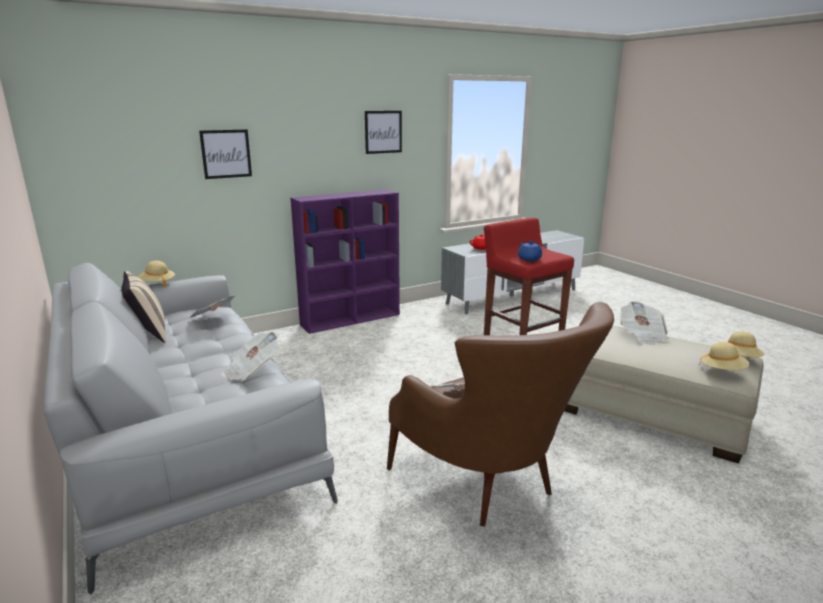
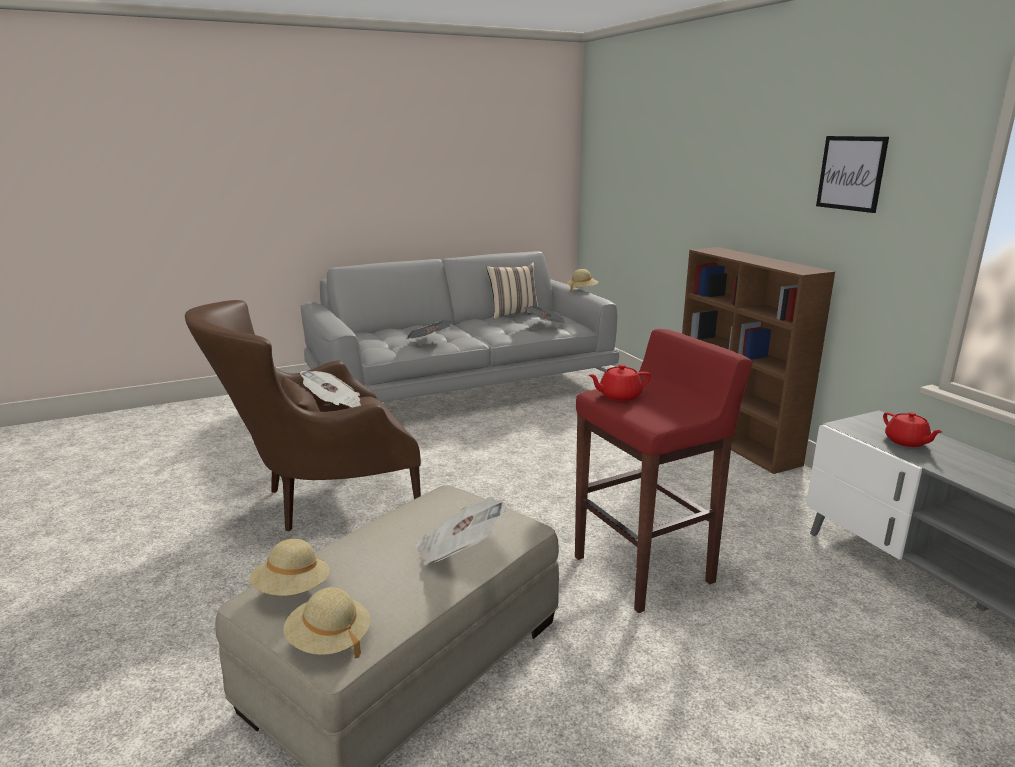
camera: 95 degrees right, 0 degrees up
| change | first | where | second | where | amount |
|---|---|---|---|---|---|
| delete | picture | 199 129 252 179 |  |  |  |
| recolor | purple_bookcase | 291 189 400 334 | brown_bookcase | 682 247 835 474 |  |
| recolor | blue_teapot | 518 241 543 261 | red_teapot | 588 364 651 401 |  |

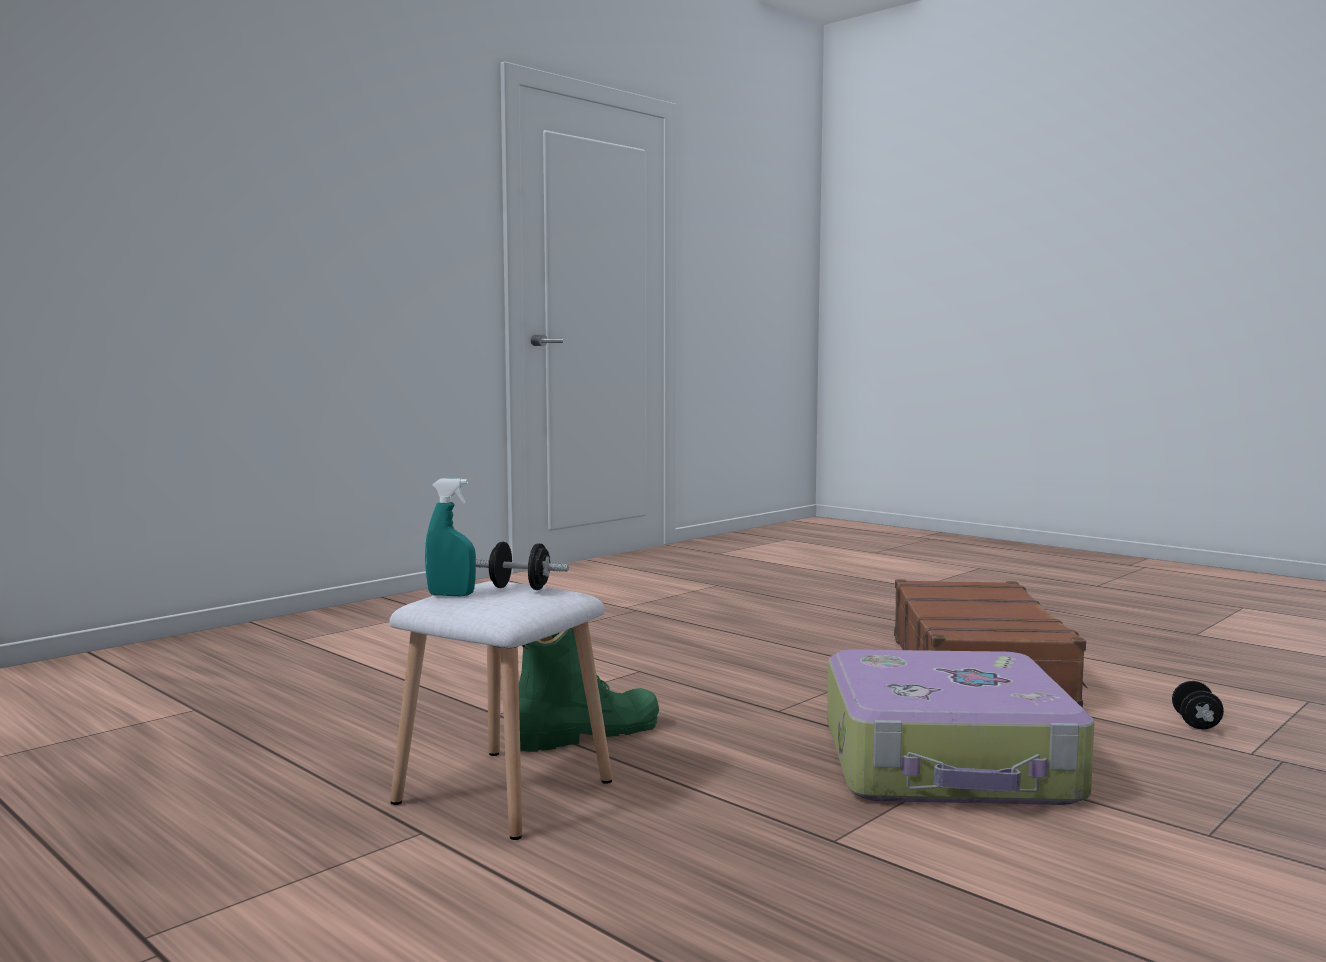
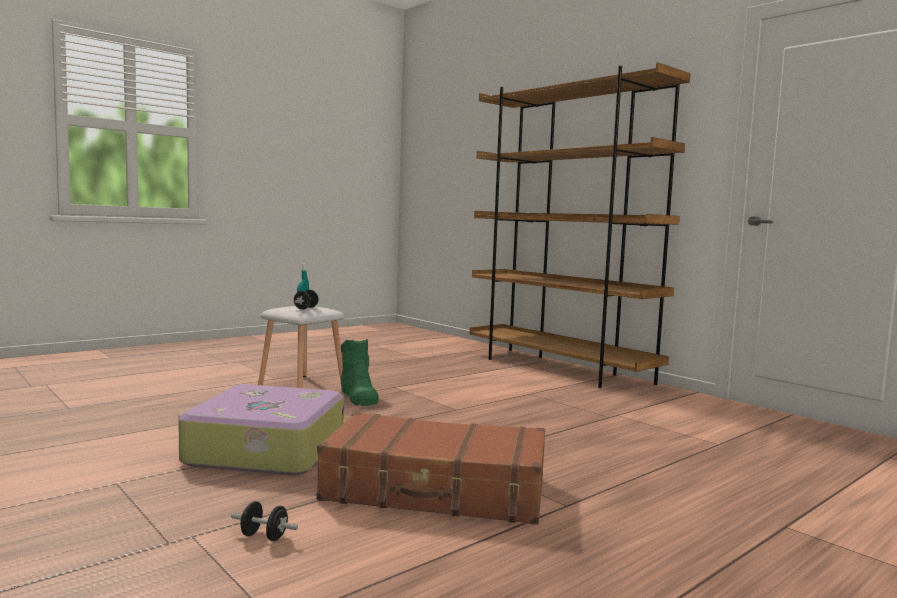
camera: 95 degrees right, 0 degrees up
| change | first | where | second | where | amount |
|---|---|---|---|---|---|
| insert |  |  | brown_bookcase | 470 62 691 388 |  |

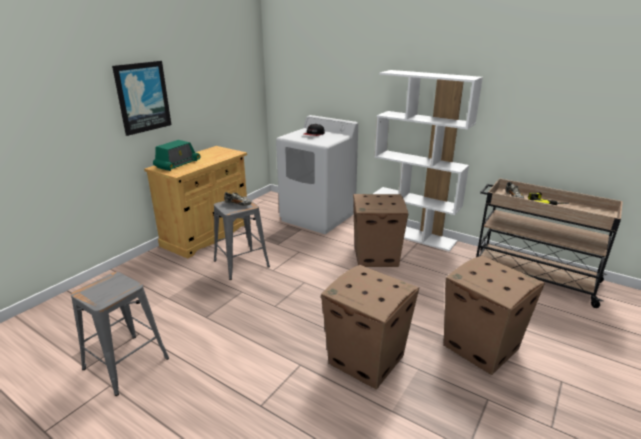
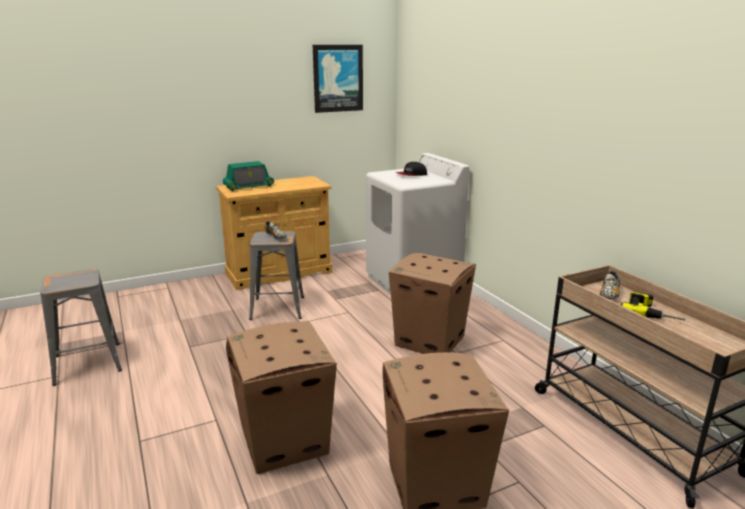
camera: 30 degrees right, 5 degrees down
| change | first | where | second | where | amount |
|---|---|---|---|---|---|
| move | picture | 112 61 171 136 |  | 313 45 363 113 |  |
| delete | white_bookcase | 373 70 483 252 |  |  |  |

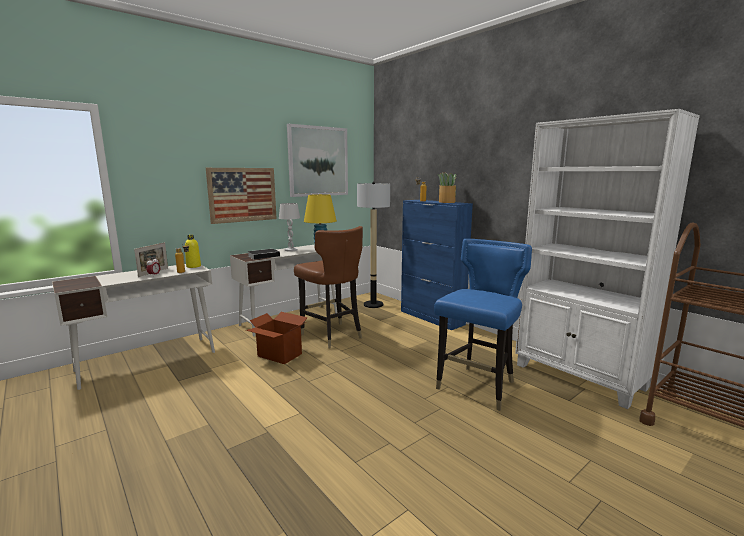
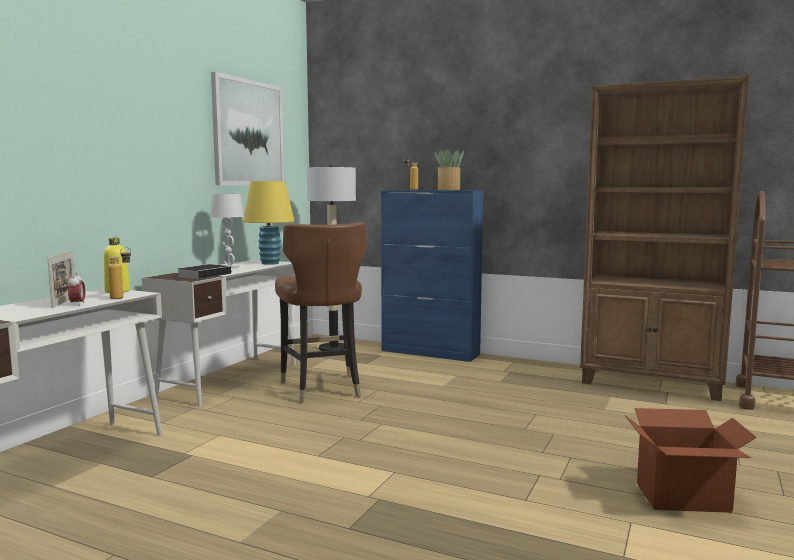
camera: 25 degrees left, 5 degrees down
| change | first | where | second | where | amount |
|---|---|---|---|---|---|
| delete | picture | 206 168 277 224 |  |  |  |
| move | cardboard_box | 246 312 308 364 |  | 625 408 757 513 |  |
| rotate | brown_chair | 294 226 363 348 |  | 275 222 367 403 | 45 degrees clockwise |
| delete | blue_chair | 434 239 532 411 |  |  |  |
| recolor | white_bookcase | 515 109 700 409 | brown_bookcase | 580 76 749 401 |  |

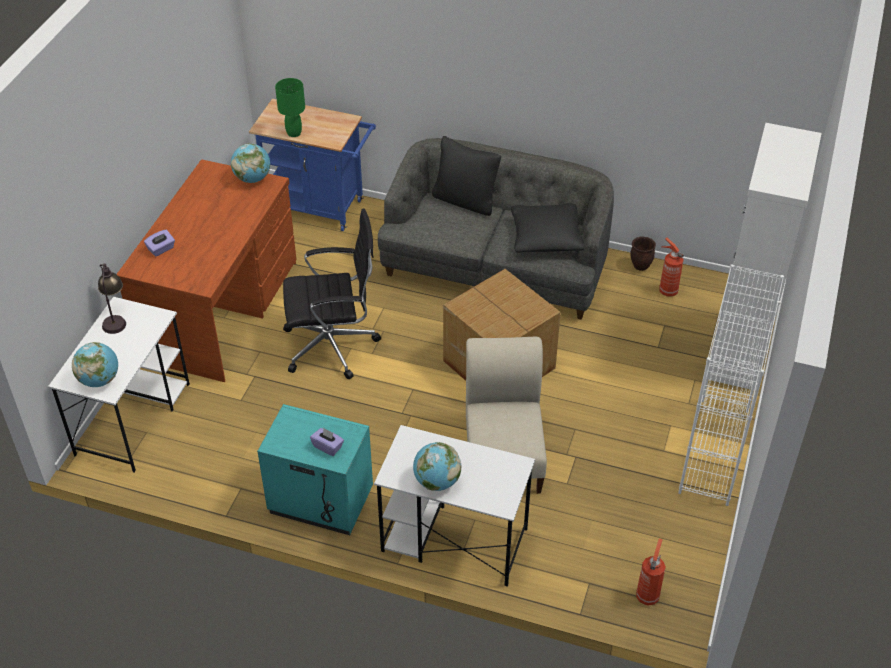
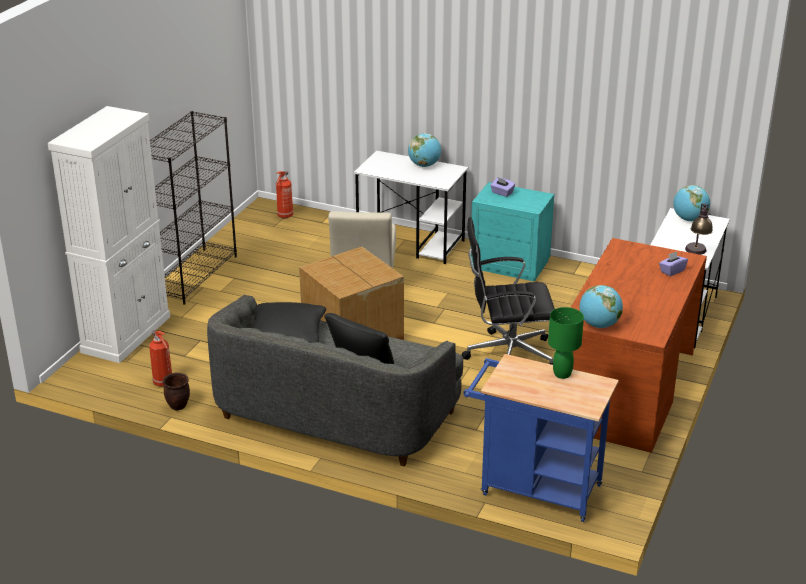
camera: 175 degrees left, 15 degrees down
| change | first | where | second | where | amount |
|---|---|---|---|---|---|
| recolor | white_bookcase | 678 264 784 506 | black_bookcase | 150 111 237 305 |  |

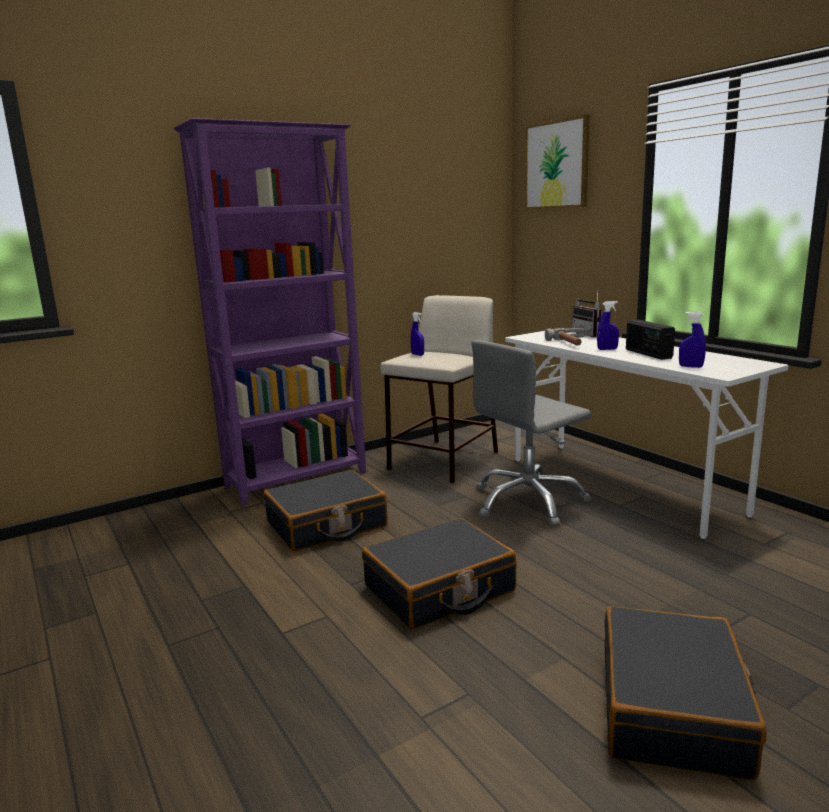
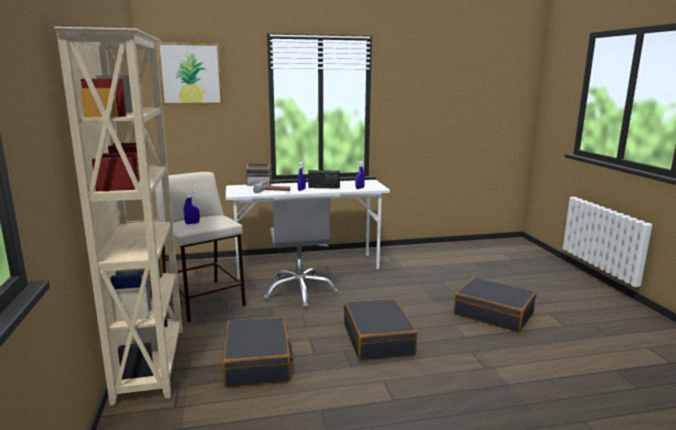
camera: 70 degrees left, 0 degrees up
| change | first | where | second | where | amount |
|---|---|---|---|---|---|
| recolor | purple_bookcase | 173 118 366 505 | beige_bookcase | 54 27 182 406 |  |

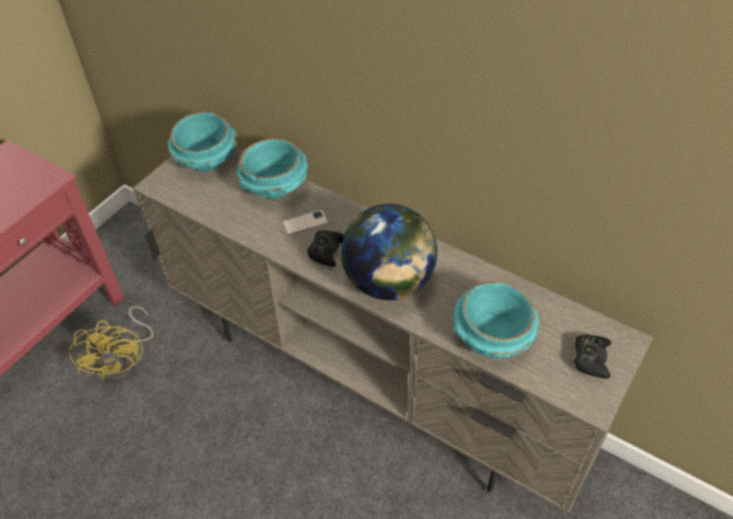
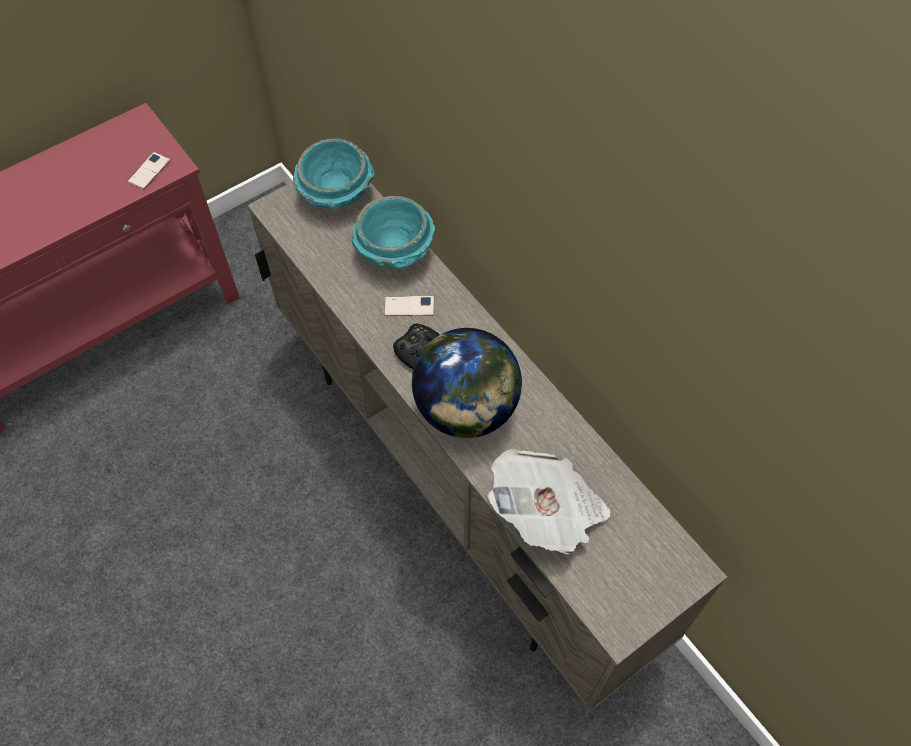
camera: 20 degrees right, 10 degrees up
| change | first | where | second | where | amount |
|---|---|---|---|---|---|
| delete | yellow_fan | 69 306 154 382 |  |  |  |
| replace | turquoise_bowl | 453 281 540 359 | newspaper | 488 449 610 555 |  |
| delete | black_game_controller | 574 335 611 379 |  |  |  |
| insert |  |  | phone | 127 152 170 189 |  |

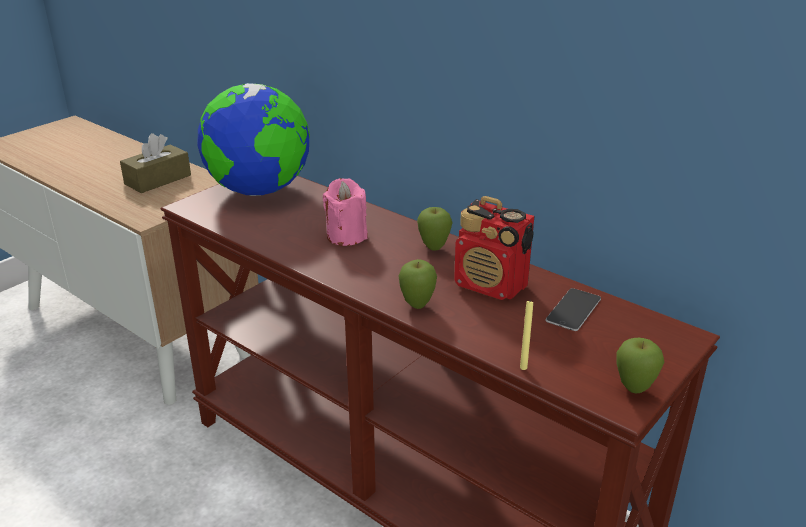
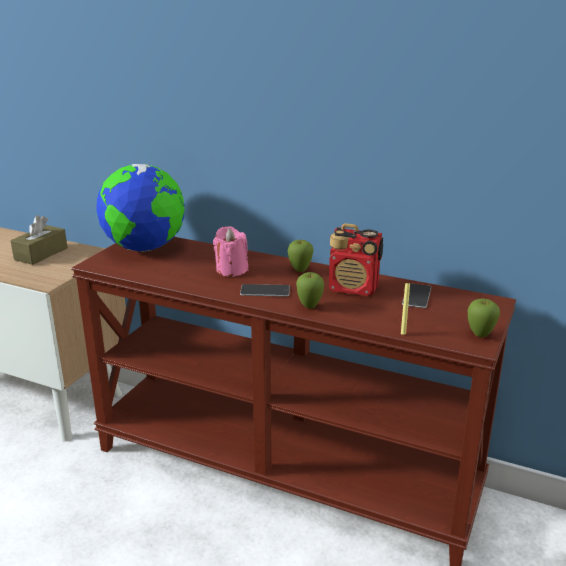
camera: 15 degrees left, 5 degrees down
| change | first | where | second | where | amount |
|---|---|---|---|---|---|
| insert |  |  | phone | 240 284 290 296 |  |

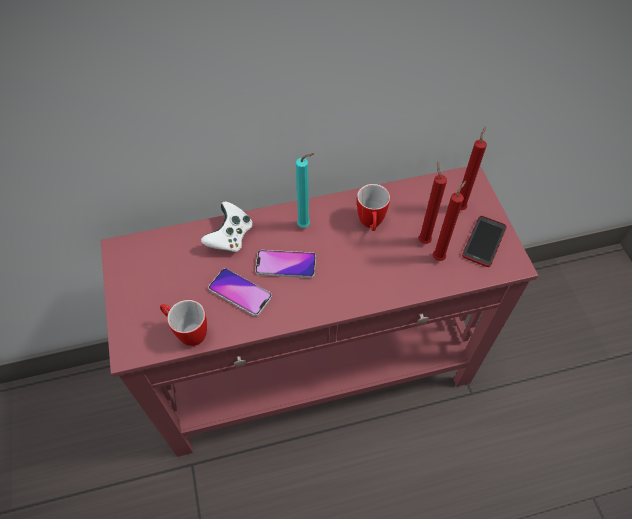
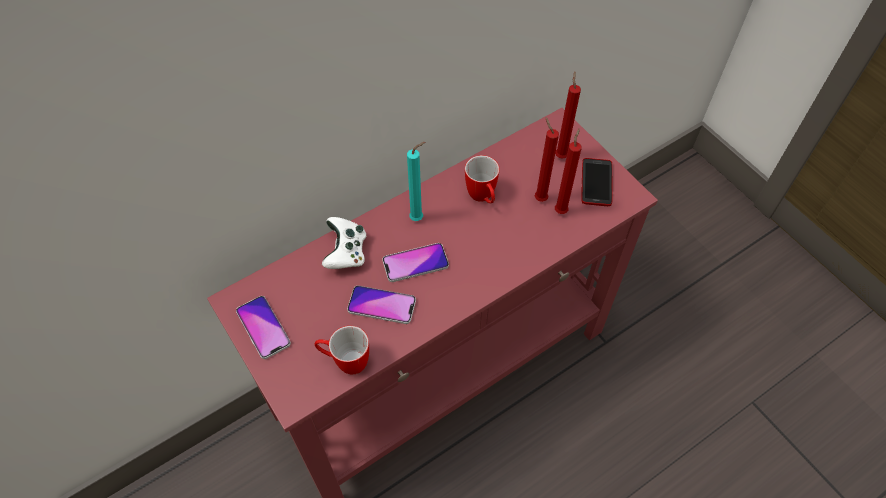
camera: 20 degrees left, 0 degrees up
| change | first | where | second | where | amount |
|---|---|---|---|---|---|
| insert |  |  | phone | 236 296 291 359 |  |

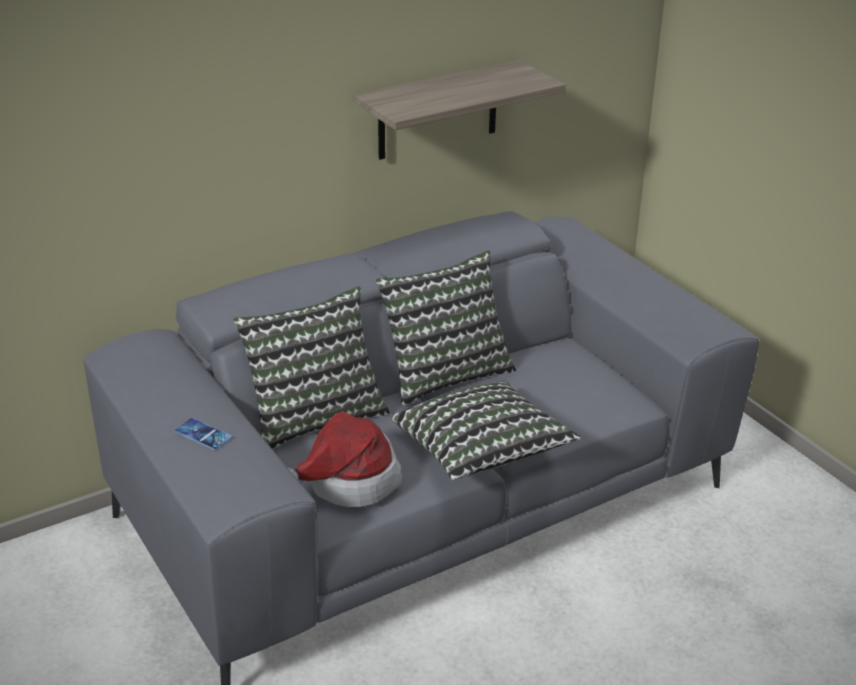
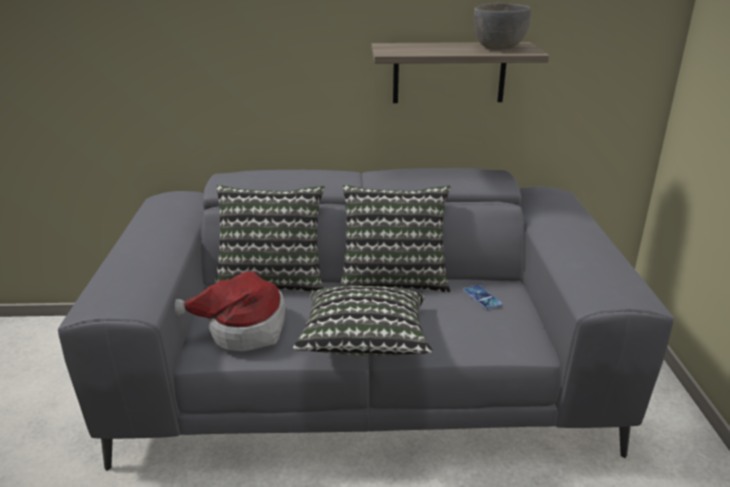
camera: 30 degrees right, 5 degrees down
| change | first | where | second | where | amount |
|---|---|---|---|---|---|
| move | phone | 175 418 232 450 |  | 464 285 502 309 |  |
| insert |  |  | grey_bowl | 474 3 531 50 |  |

